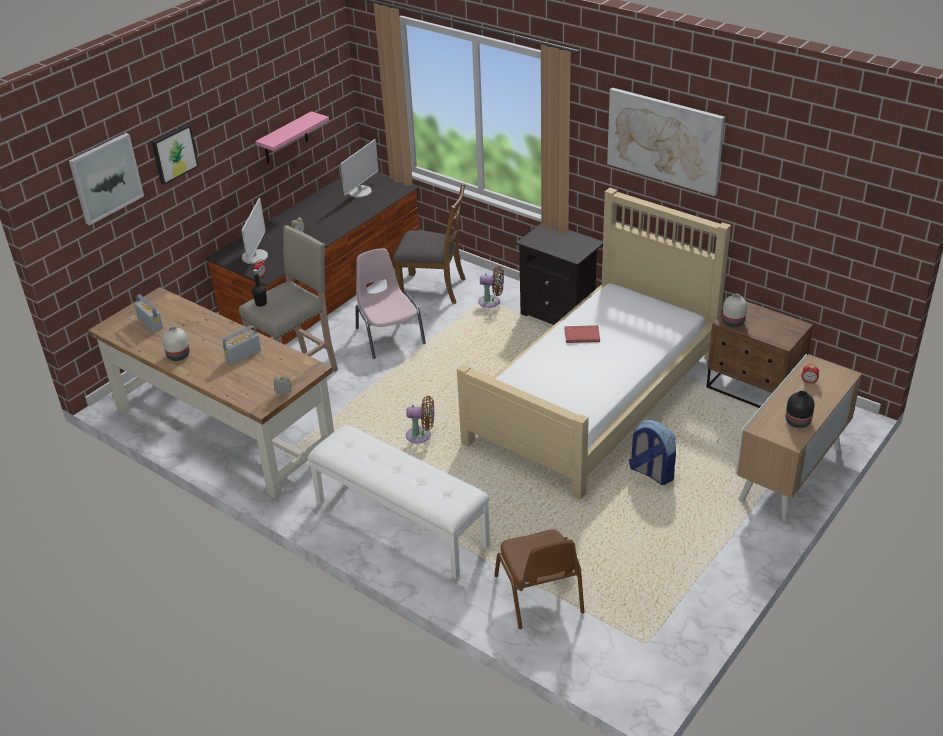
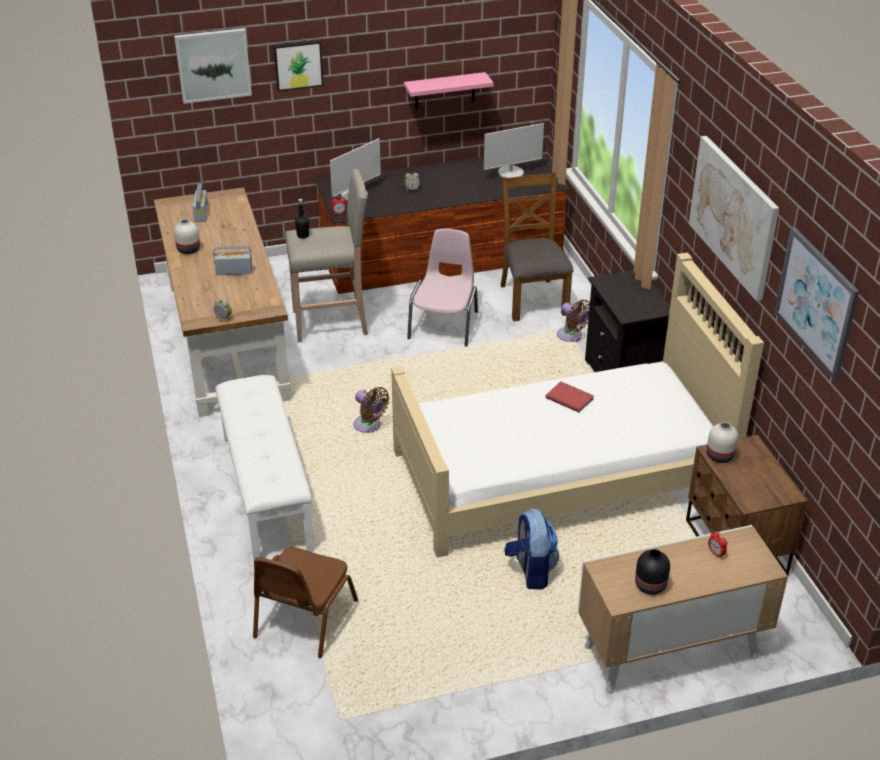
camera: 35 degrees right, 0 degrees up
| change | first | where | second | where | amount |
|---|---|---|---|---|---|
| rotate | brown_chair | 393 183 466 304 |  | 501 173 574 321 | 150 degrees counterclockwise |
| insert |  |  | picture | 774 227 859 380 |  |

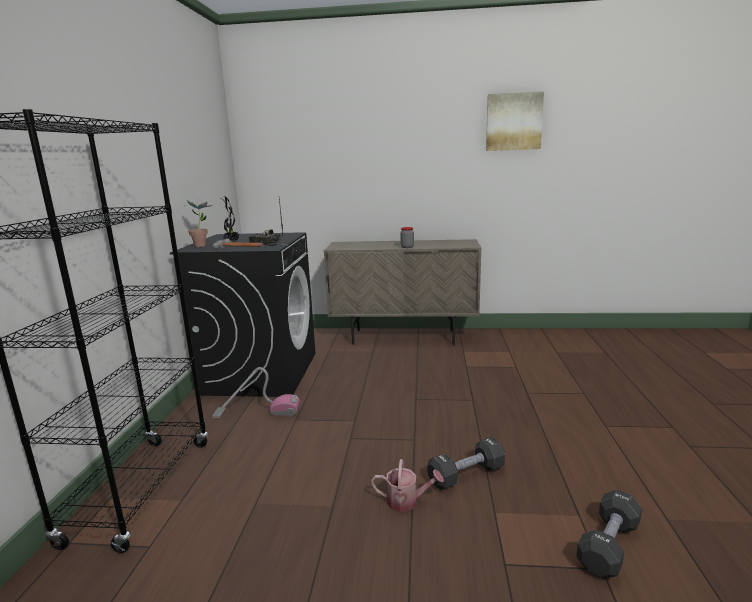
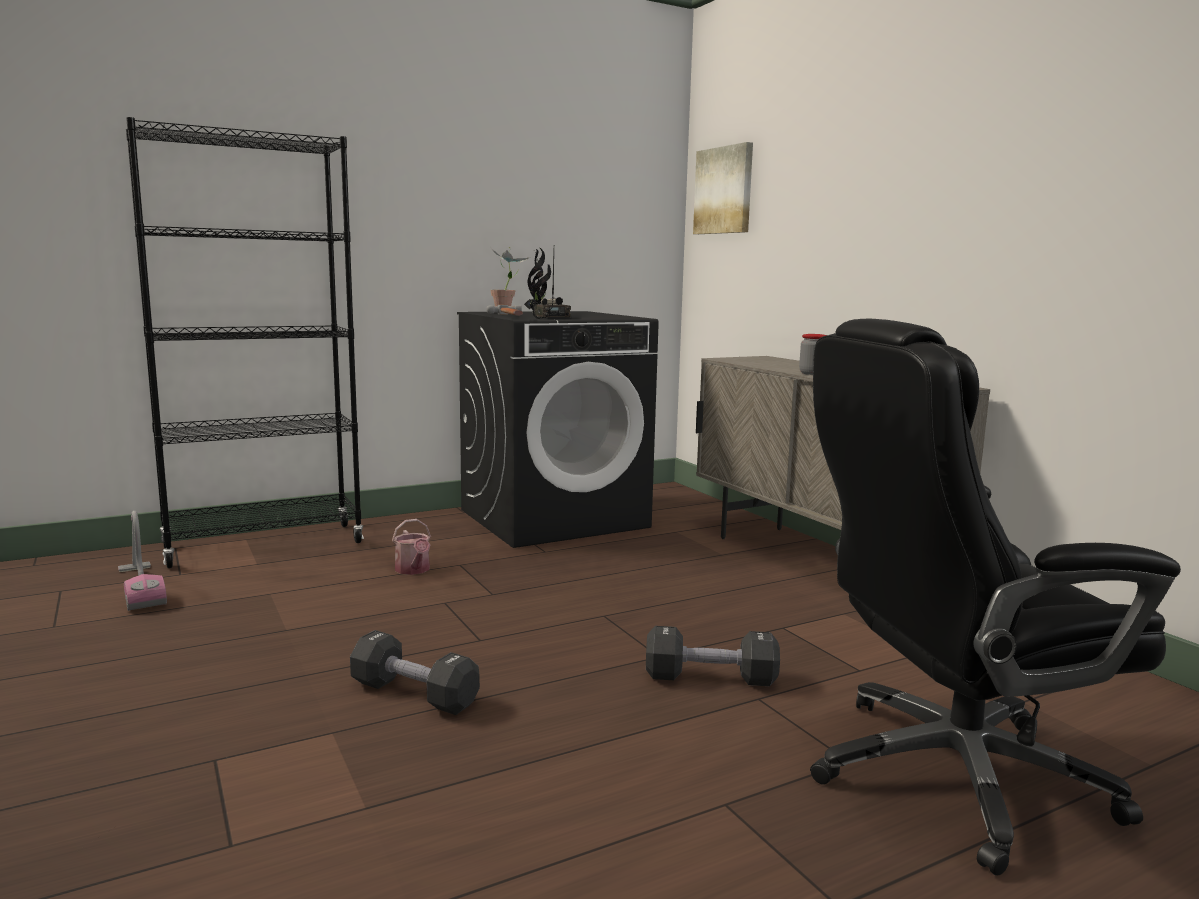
camera: 55 degrees right, 5 degrees down
| change | first | where | second | where | amount |
|---|---|---|---|---|---|
| move | vacuum_cleaner | 212 367 300 418 |  | 118 511 167 611 |  |
| move | watering_can | 371 459 444 512 |  | 392 519 431 575 |  |
| move | picture | 486 91 544 151 |  | 693 142 753 234 |  |
| move | black_dumbbell | 576 489 642 579 |  | 646 626 780 686 |  |
| insert |  |  | black_office_chair | 810 319 1181 876 |  |

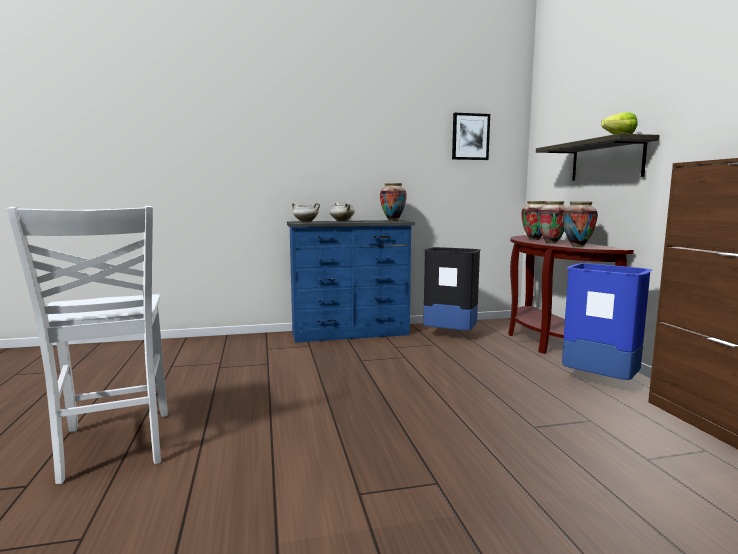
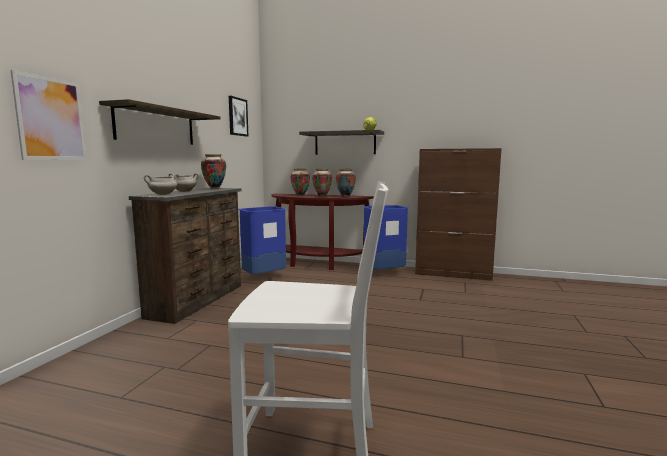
camera: 60 degrees left, 0 degrees up
| change | first | where | second | where | amount |
|---|---|---|---|---|---|
| recolor | blue_dresser | 287 220 415 343 | brown_dresser | 129 188 241 324 |  |
| recolor | black_trash_can | 423 247 481 330 | blue_trash_can | 238 206 286 274 |  |
| insert |  |  | picture | 10 70 86 160 |  |
| insert |  |  | shelf | 99 99 221 145 |  |

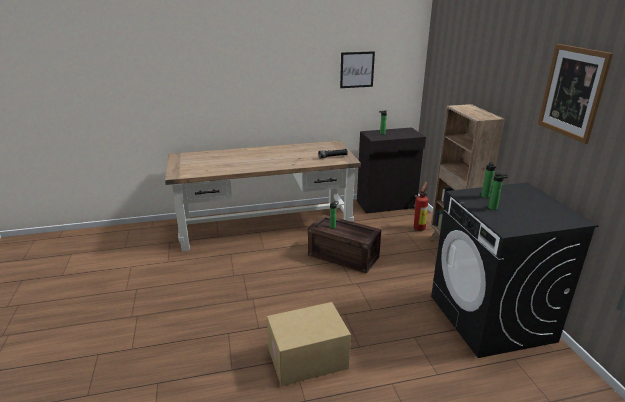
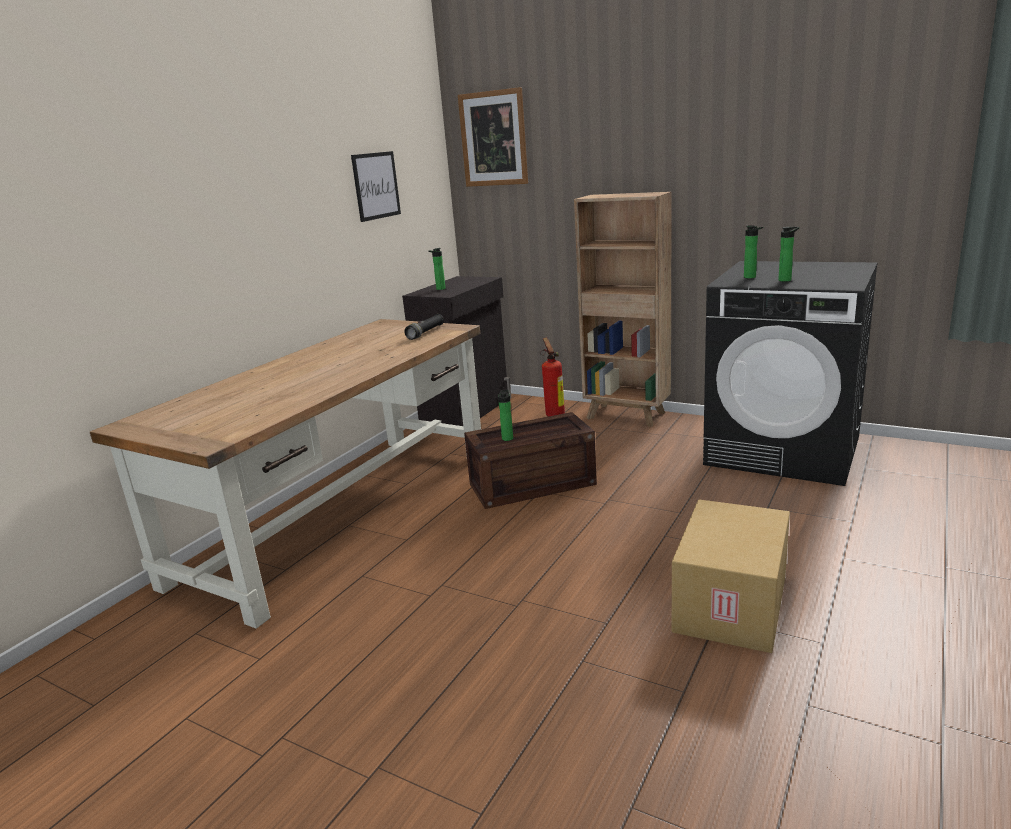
camera: 45 degrees left, 5 degrees down
| change | first | where | second | where | amount |
|---|---|---|---|---|---|
| move | picture | 538 44 613 144 |  | 458 87 528 187 |  |

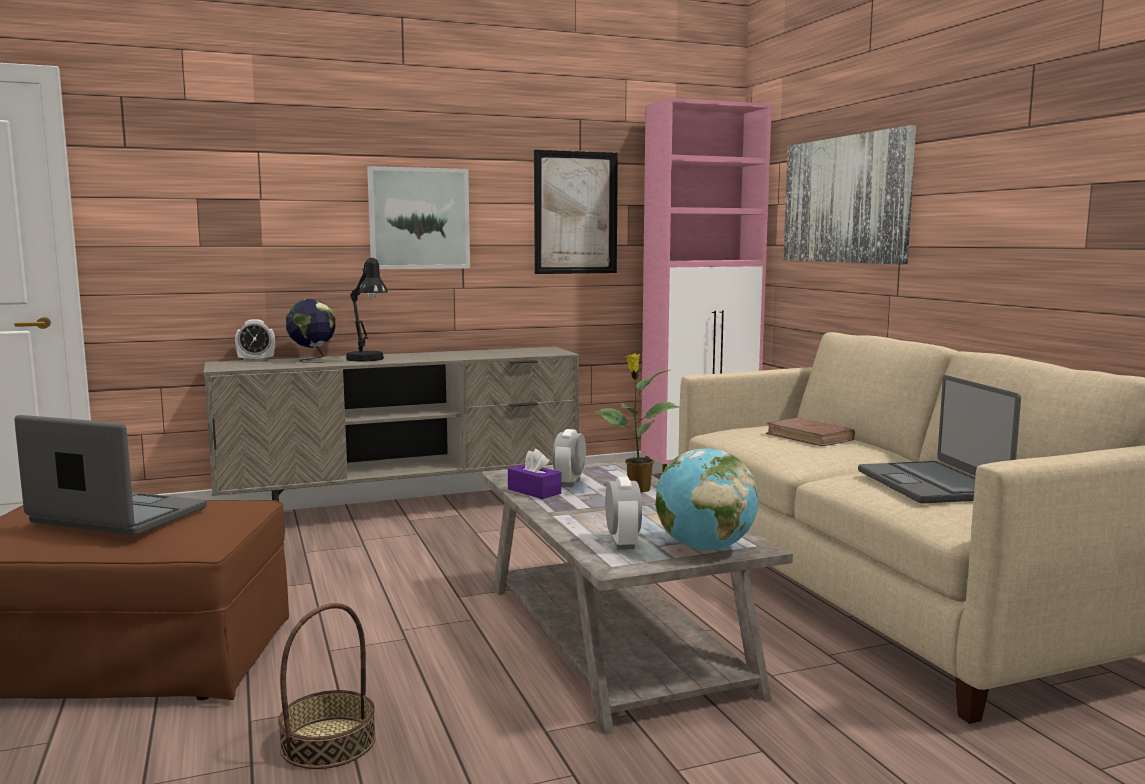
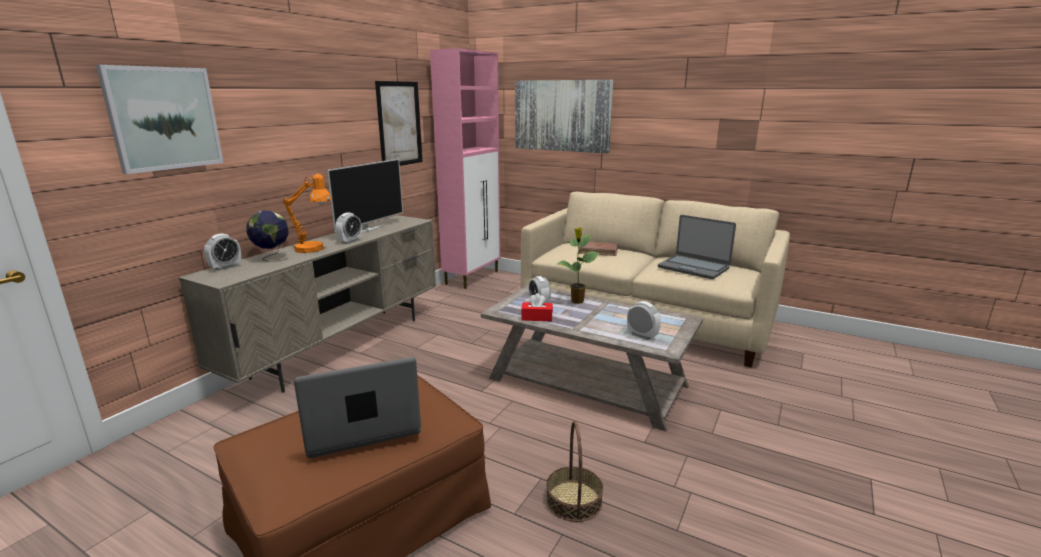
camera: 40 degrees left, 10 degrees up
| change | first | where | second | where | amount |
|---|---|---|---|---|---|
| recolor | black_table_lamp | 346 258 388 362 | orange_table_lamp | 283 174 332 253 |  |
| move | picture | 367 166 470 269 |  | 96 65 224 174 |  |
| recolor | purple_tissue_box | 508 449 561 499 | red_tissue_box | 521 293 553 321 |  |
| delete | globe | 655 448 758 551 |  |  |  |
| insert |  |  | television | 327 159 403 232 |  |
| insert |  |  | alarm_clock | 335 212 362 244 |  |

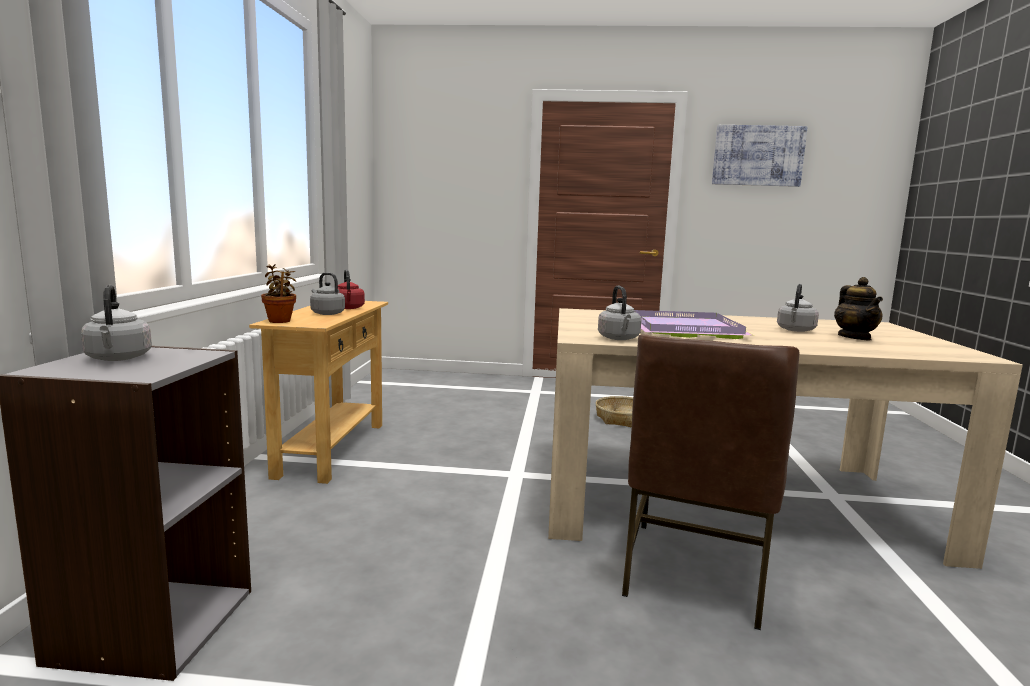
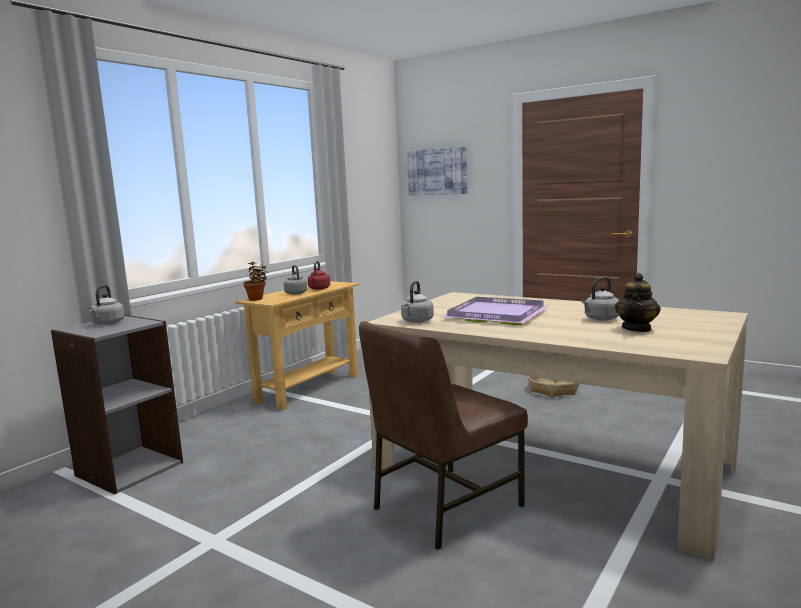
camera: 30 degrees right, 0 degrees up
| change | first | where | second | where | amount |
|---|---|---|---|---|---|
| move | picture | 712 125 808 187 |  | 407 147 467 196 |  |

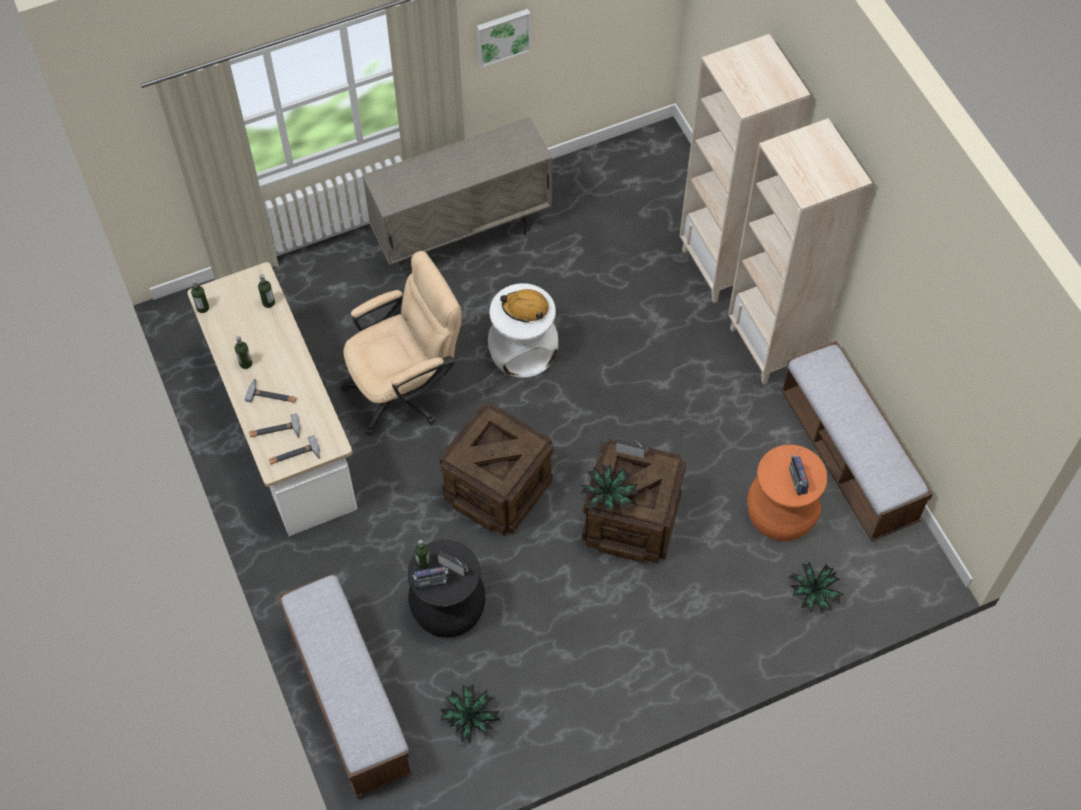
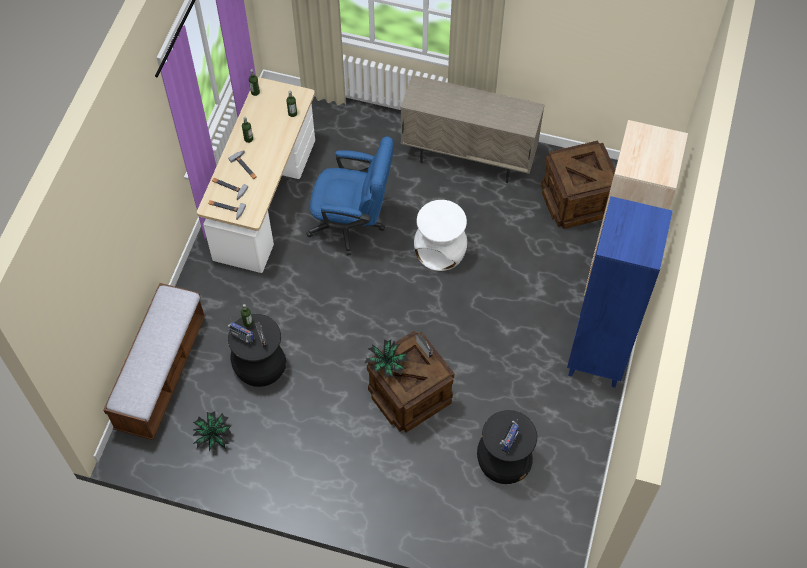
camera: 40 degrees right, 0 degrees up
| change | first | where | second | where | amount |
|---|---|---|---|---|---|
| recolor | beige_office_chair | 341 251 462 436 | blue_office_chair | 306 136 394 256 |  |
| move | crate | 439 403 553 536 |  | 541 141 615 229 |  |
| delete | picture | 477 9 531 68 |  |  |  |
| delete | orange_hard_hat | 500 289 549 323 |  |  |  |
| recolor | beige_bookcase | 728 118 872 385 | blue_bookcase | 567 196 673 388 |  |
| recolor | orange_stool | 747 444 828 541 | black_stool | 477 410 537 484 |  |
| delete | bench | 781 341 933 541 |  |  |  |
| delete | potted_plant | 787 562 844 614 |  |  |  |

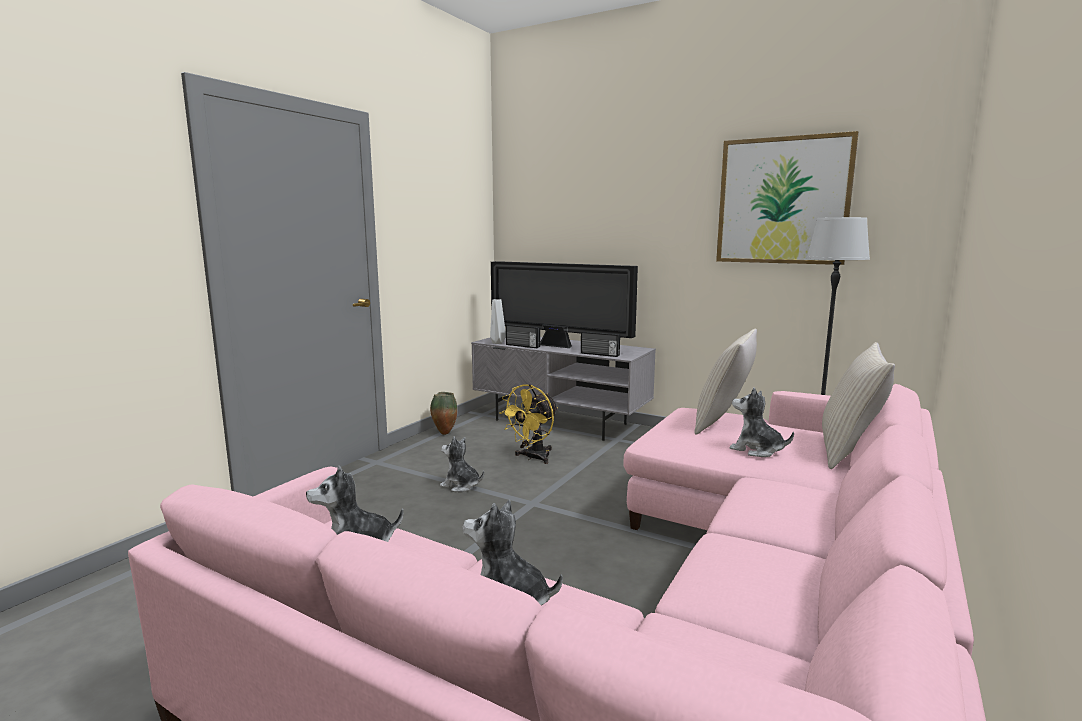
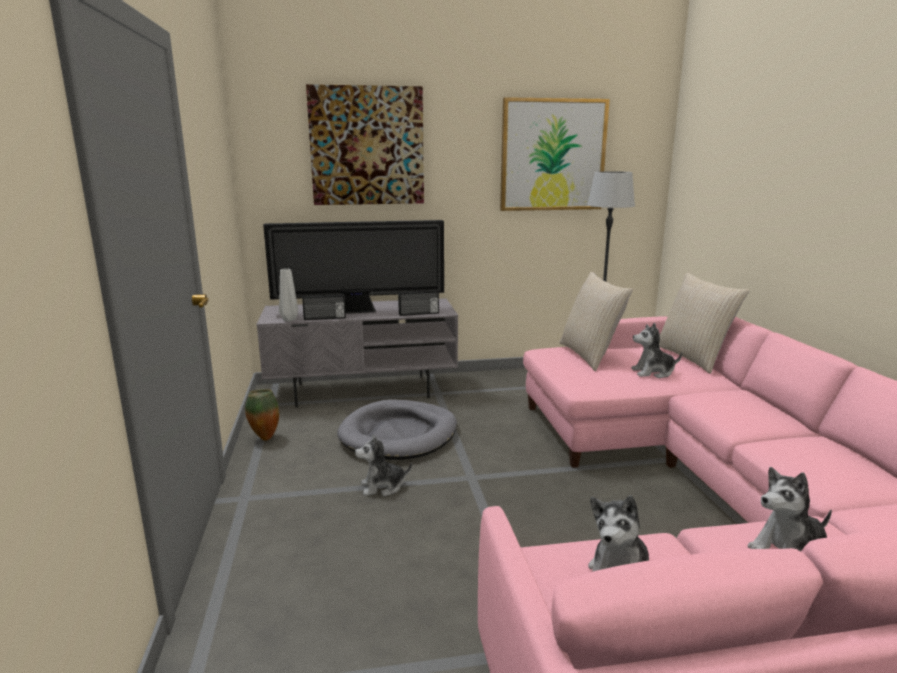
camera: 40 degrees left, 5 degrees up
| change | first | where | second | where | amount |
|---|---|---|---|---|---|
| replace | yellow_fan | 499 384 558 464 | grey_dog_bed | 337 399 457 460 |  |
| insert |  |  | picture | 306 84 424 205 |  |

